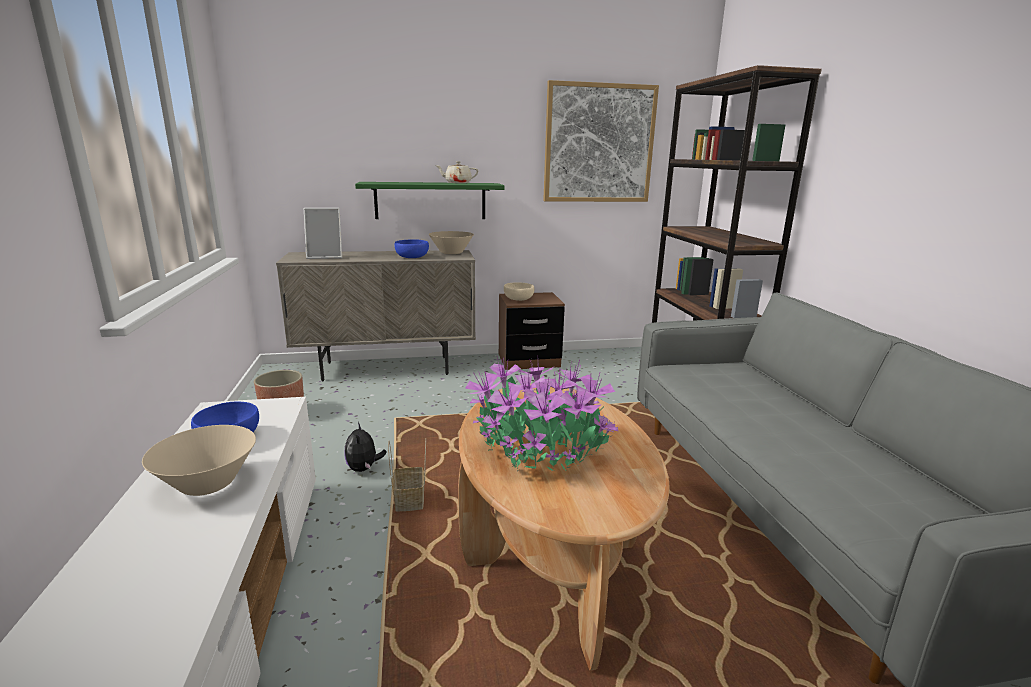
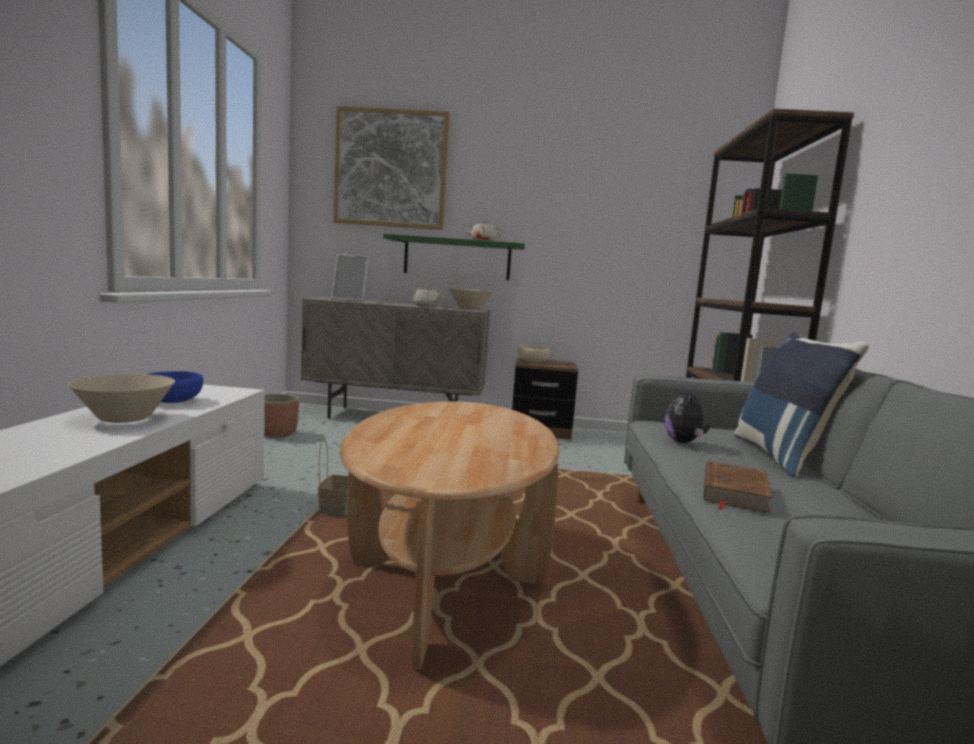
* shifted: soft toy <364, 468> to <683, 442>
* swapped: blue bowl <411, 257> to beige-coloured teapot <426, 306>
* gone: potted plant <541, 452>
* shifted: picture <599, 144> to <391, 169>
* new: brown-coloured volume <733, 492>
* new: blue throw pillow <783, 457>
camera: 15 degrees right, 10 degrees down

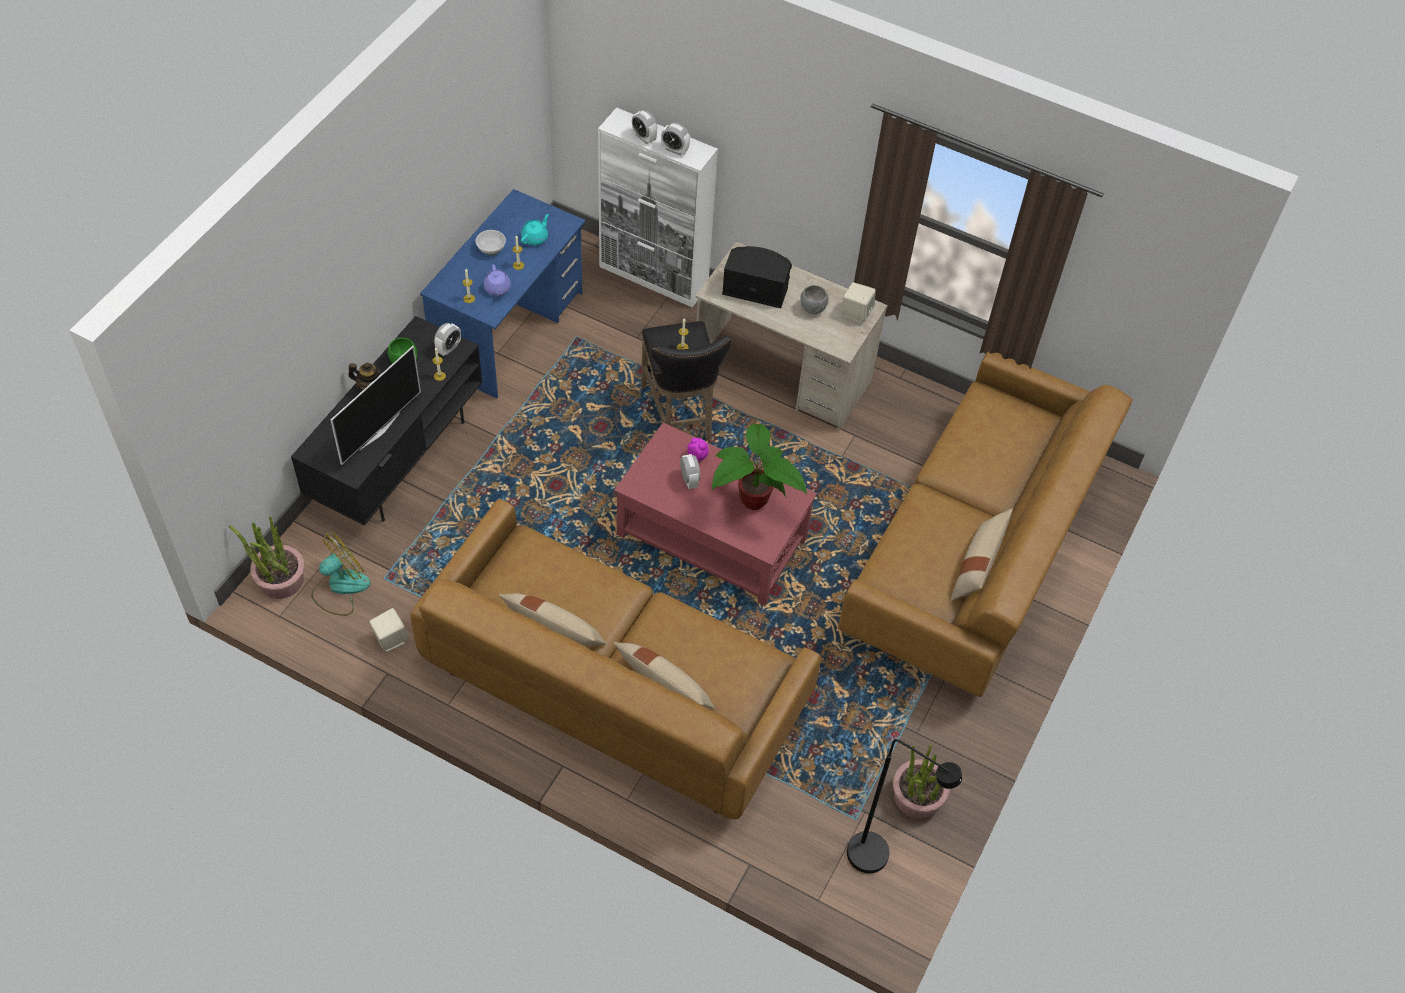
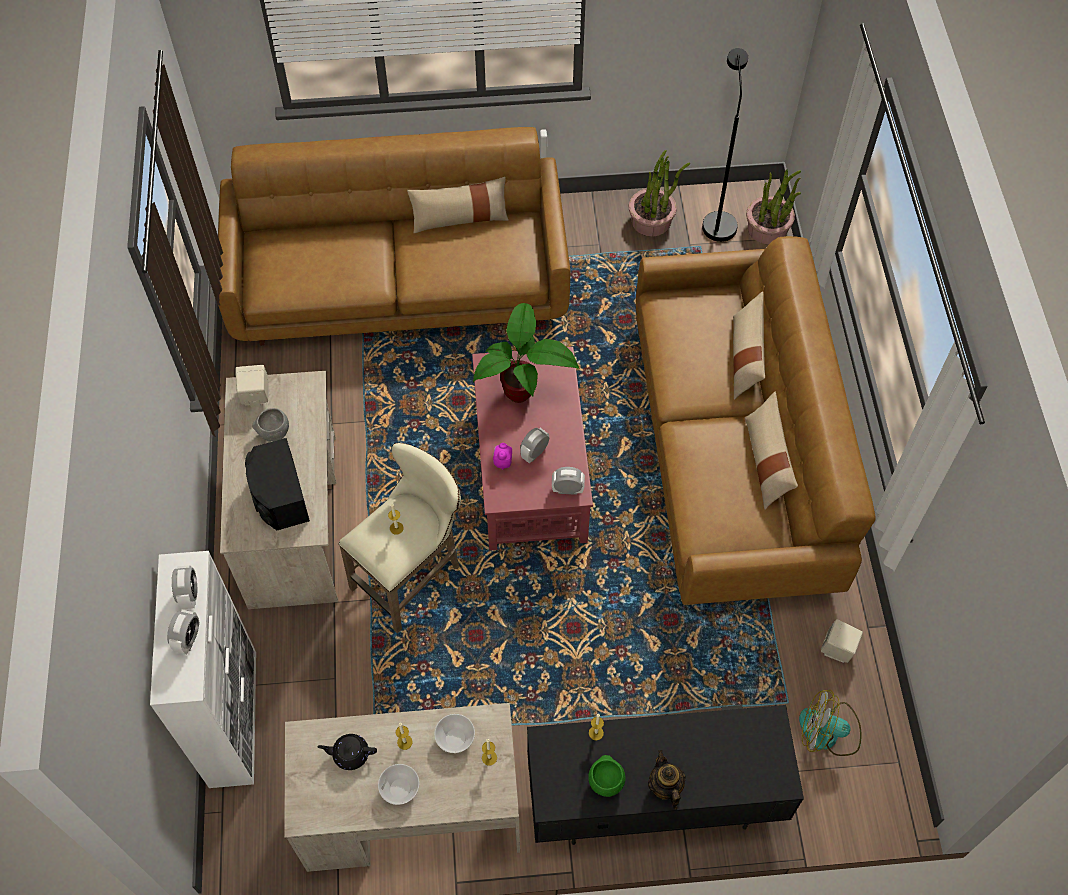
* shifted: potted plant <280, 580> to <767, 229>
* gone: television <378, 431>
* repainted: blue desk <509, 330> to beige-coloured desk <411, 812>
* shifted: table clock <448, 348> to <567, 490>
* swapped: purplish teapot <497, 289> to bowl <454, 738>
* repainted: turquoise-coloured teapot <535, 238> to blackish teapot <350, 754>
* repainted: blackish stool seat <679, 416> to beige-coloured stool seat <412, 576>
camera: 120 degrees left, 5 degrees up

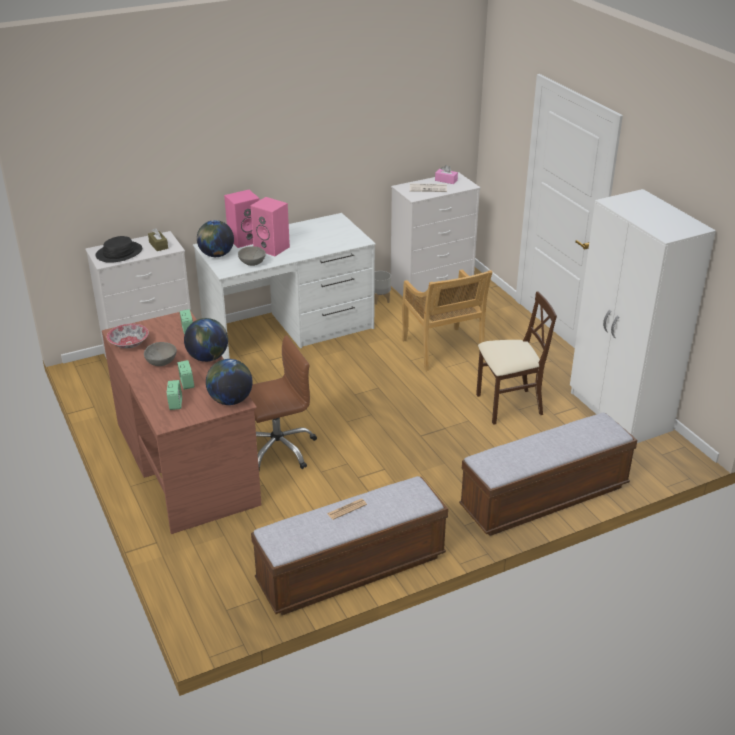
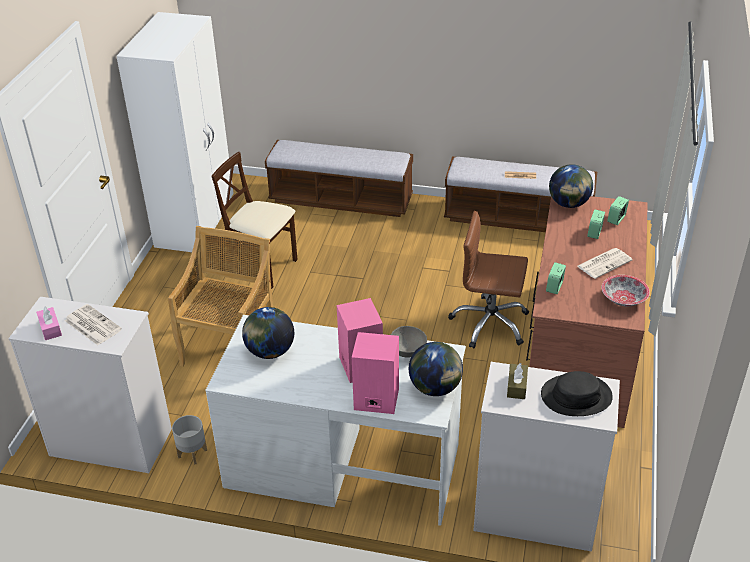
* swapped: gray bowl <161, 363> to newspaper <604, 263>
* shifted: globe <208, 357> to <270, 351>
camera: 140 degrees left, 5 degrees up

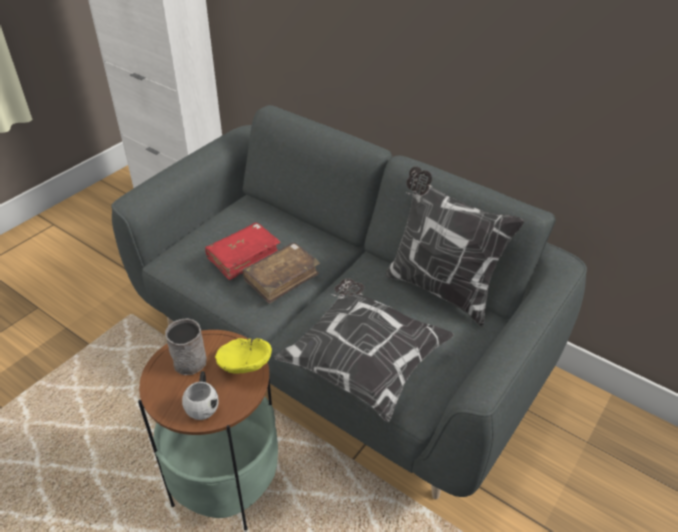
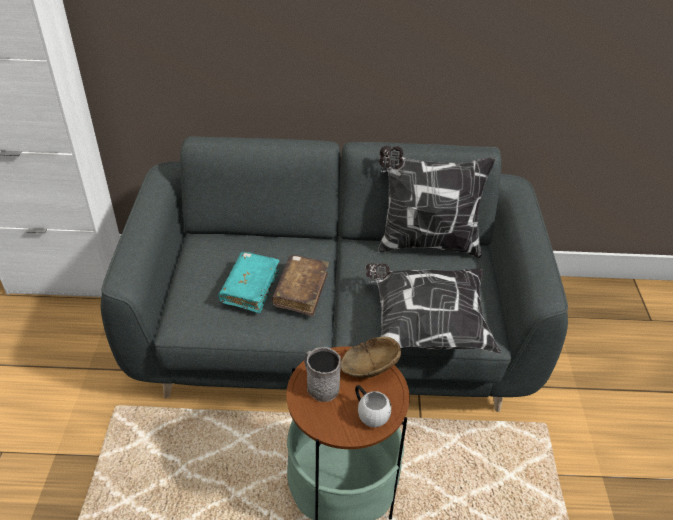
* repainted: reddish volume <243, 256> to turquoise-coloured volume <250, 288>
* repainted: yellow bowl <243, 364> to brown-coloured bowl <368, 367>
camera: 35 degrees left, 0 degrees up

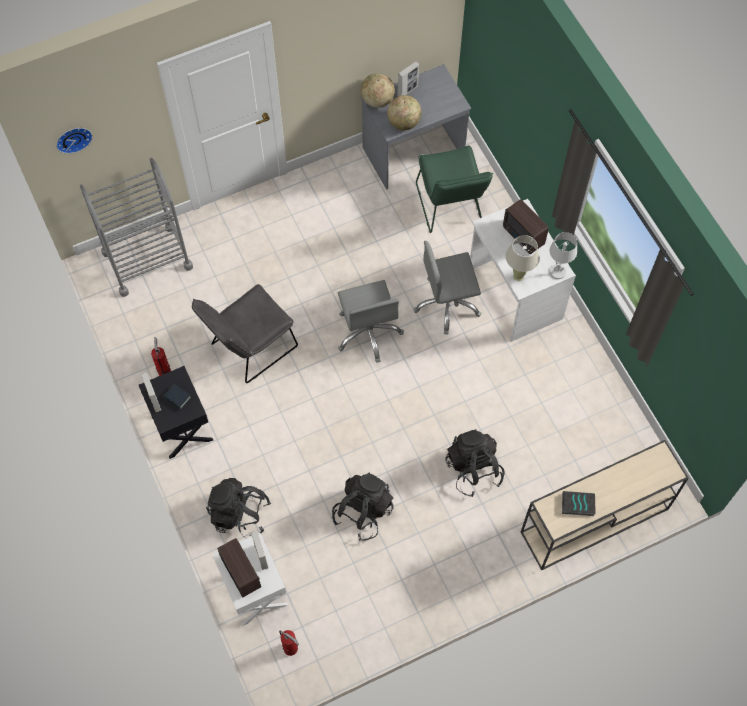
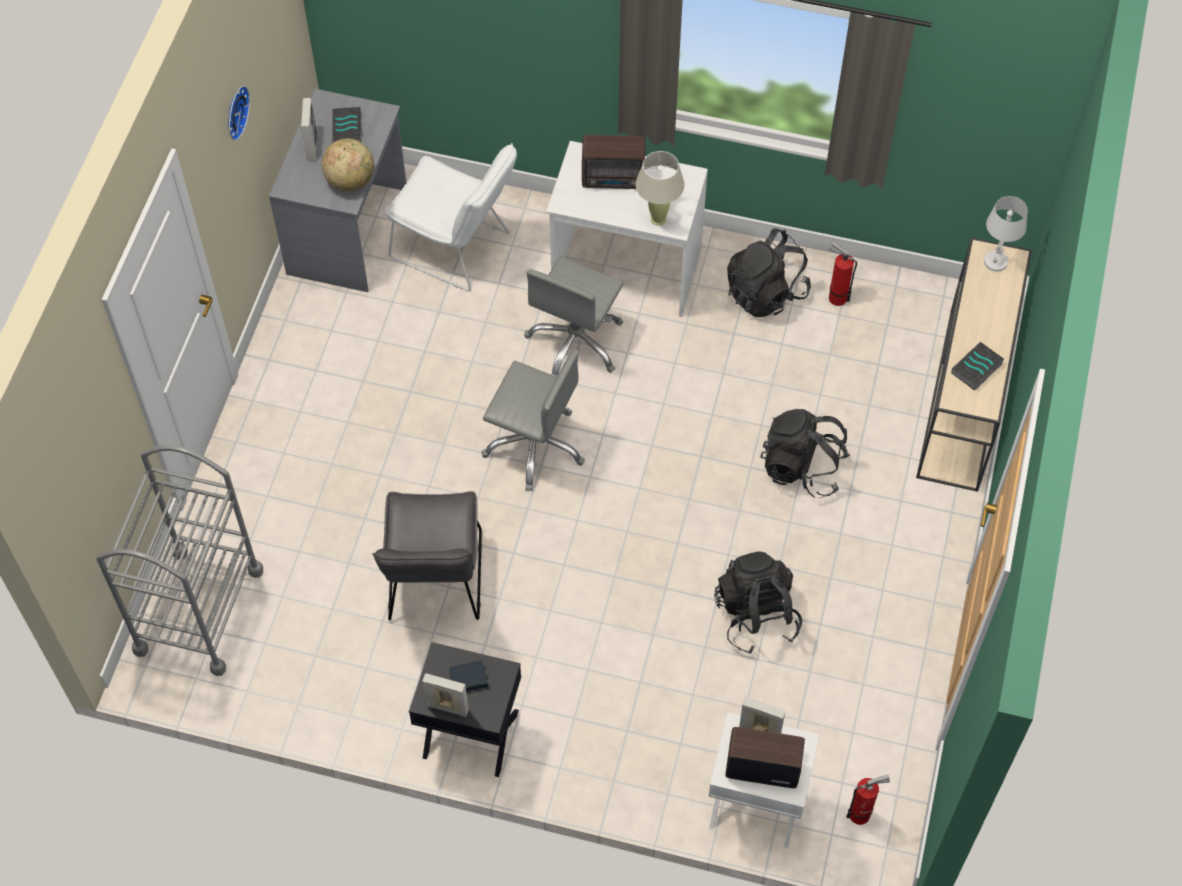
* shifted: hanging clock <73, 138> to <234, 112>
* shifted: extinguisher <164, 370> to <835, 297>
* shifted: blackish knapsack <239, 514> to <766, 293>
* gone: globe <377, 100>
* repainted: green chair <450, 208> to whitish chair <457, 249>
* shifted: whitish tabletop lamp <557, 272> to <995, 261>
* new: volume <348, 129>
camera: 50 degrees left, 5 degrees down

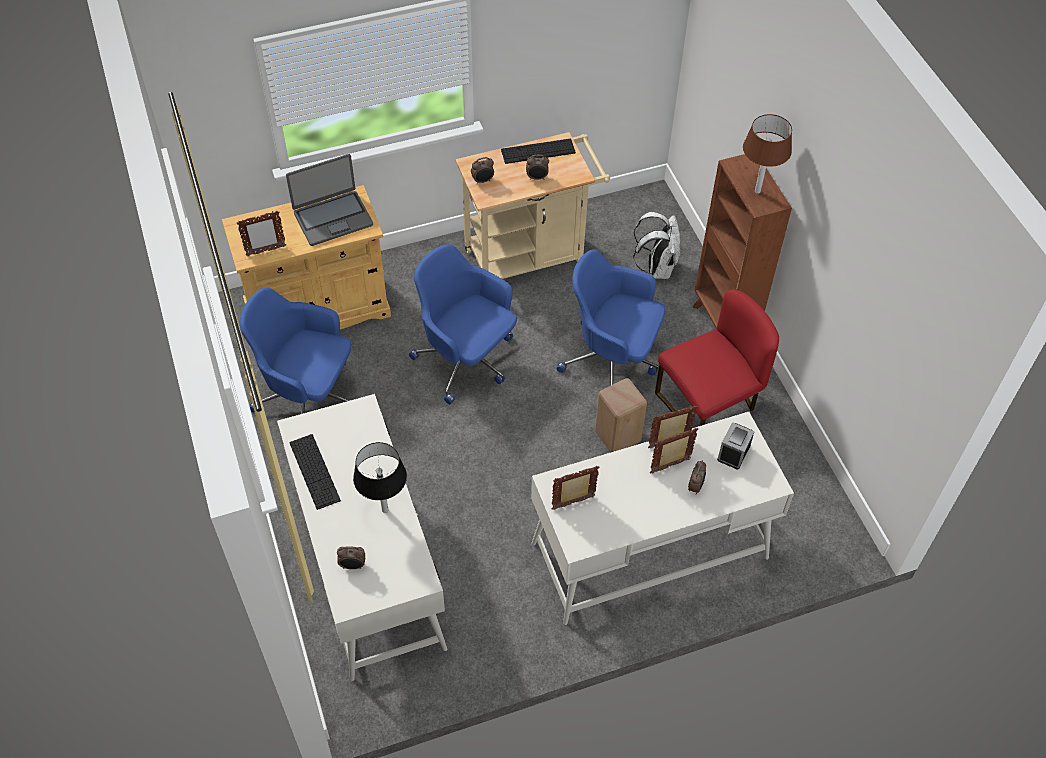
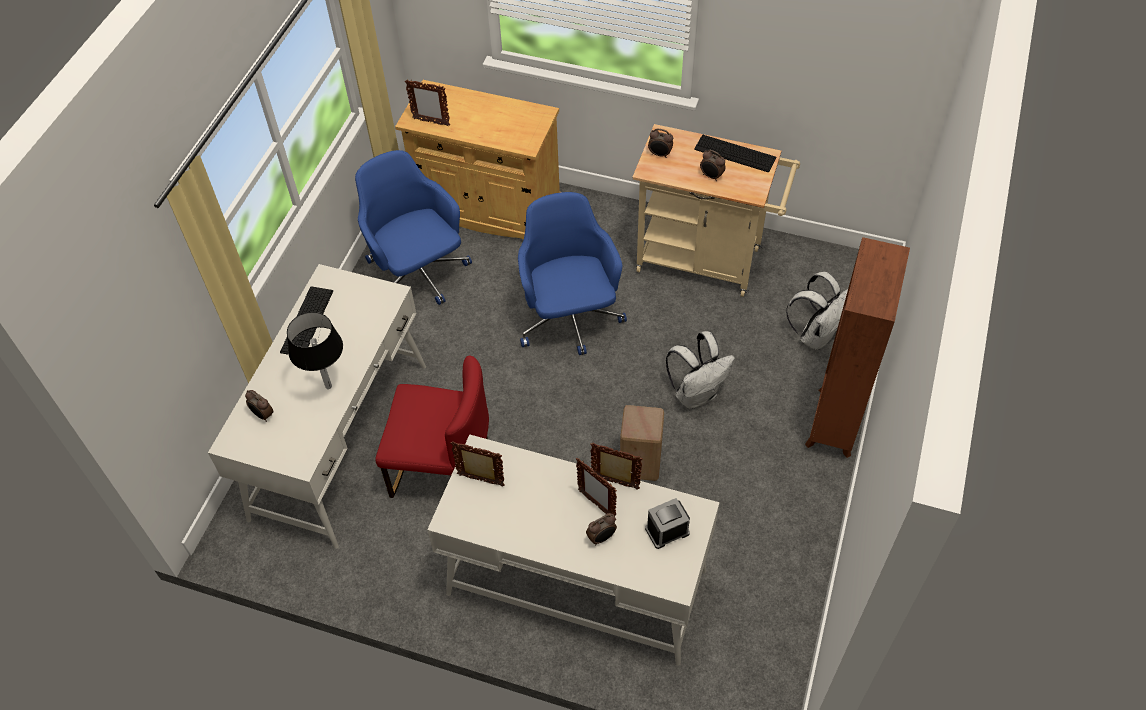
* gone: laptop <333, 218>
* swapped: blue office chair <612, 361> to whitish knapsack <697, 394>
* rotated: photo frame <670, 466> = <596, 505> 150 degrees counterclockwise
* shifted: reddish chair <708, 406> to <442, 466>
* gone: brown-coloured tabletop lamp <757, 191>
camera: 40 degrees right, 0 degrees up

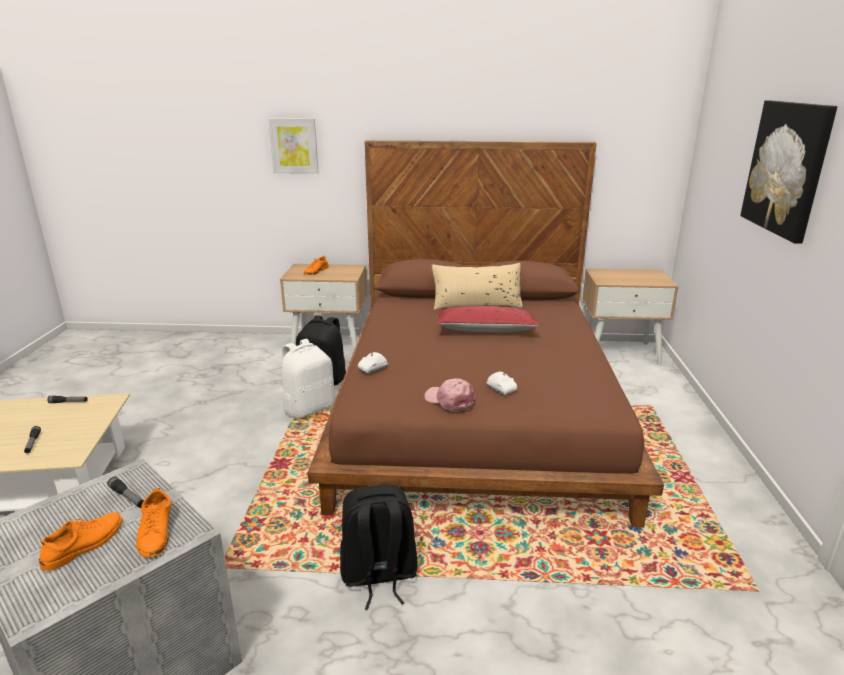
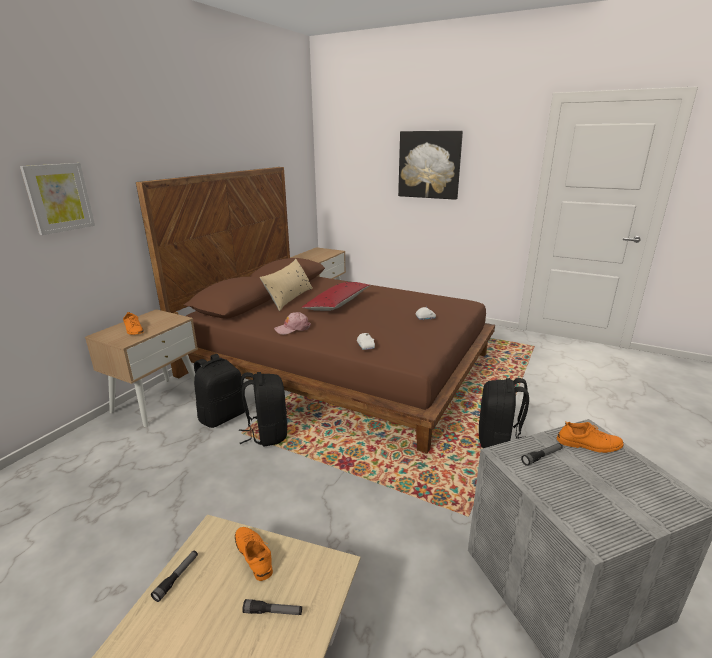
* shifted: orange item of footwear <84, 545> to <254, 555>
* repainted: whitish knapsack <309, 408> to blackish knapsack <267, 433>
* shifted: pink-coloured baseball cap <450, 400> to <292, 328>
camera: 65 degrees left, 0 degrees up

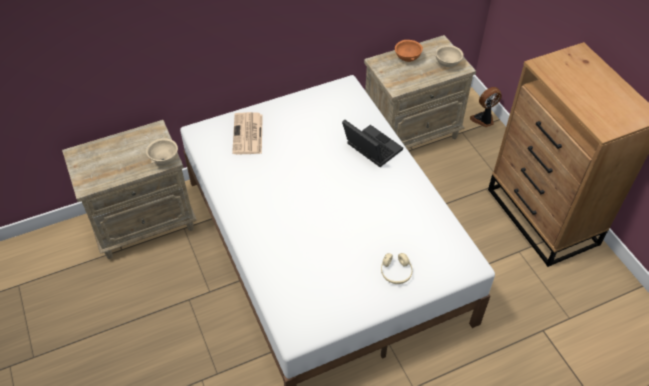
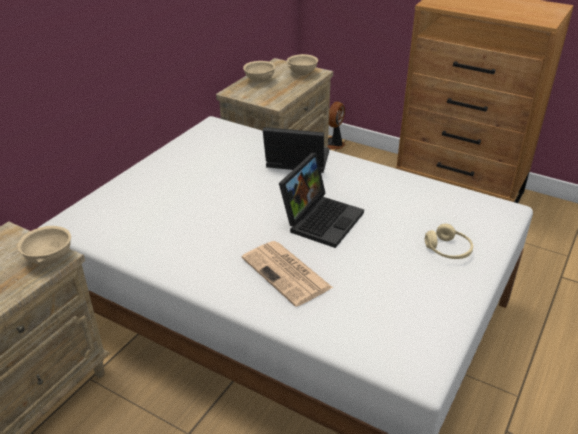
* shifted: newspaper <248, 134> to <287, 273>
* repainted: orange bowl <407, 58> to beige-coloured bowl <259, 81>
* new: laptop <321, 219>
camera: 35 degrees left, 15 degrees down

